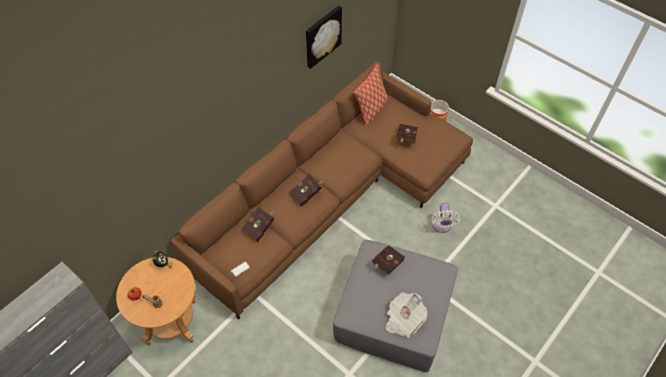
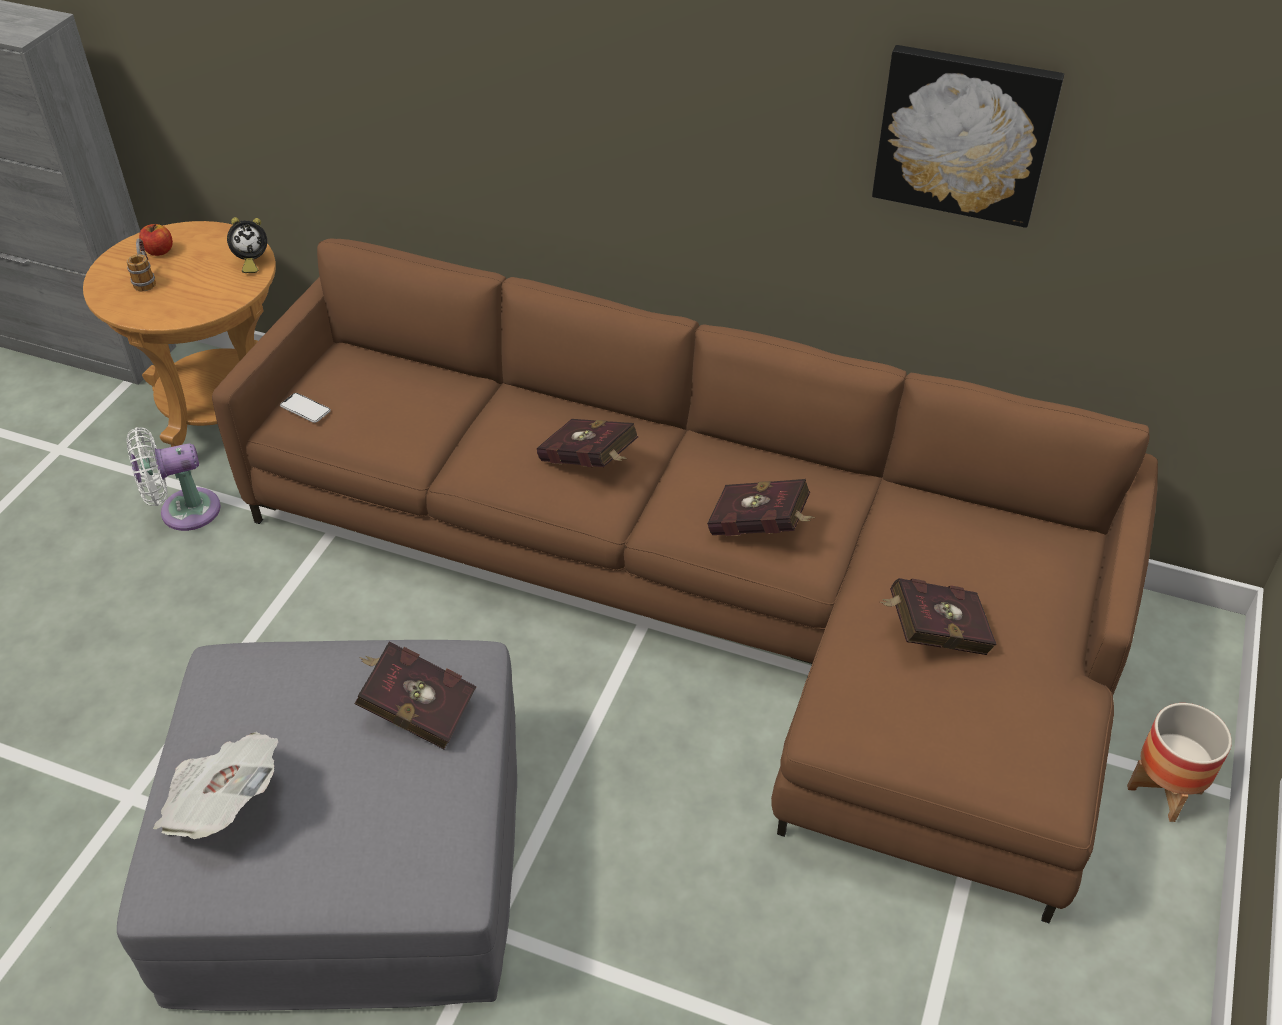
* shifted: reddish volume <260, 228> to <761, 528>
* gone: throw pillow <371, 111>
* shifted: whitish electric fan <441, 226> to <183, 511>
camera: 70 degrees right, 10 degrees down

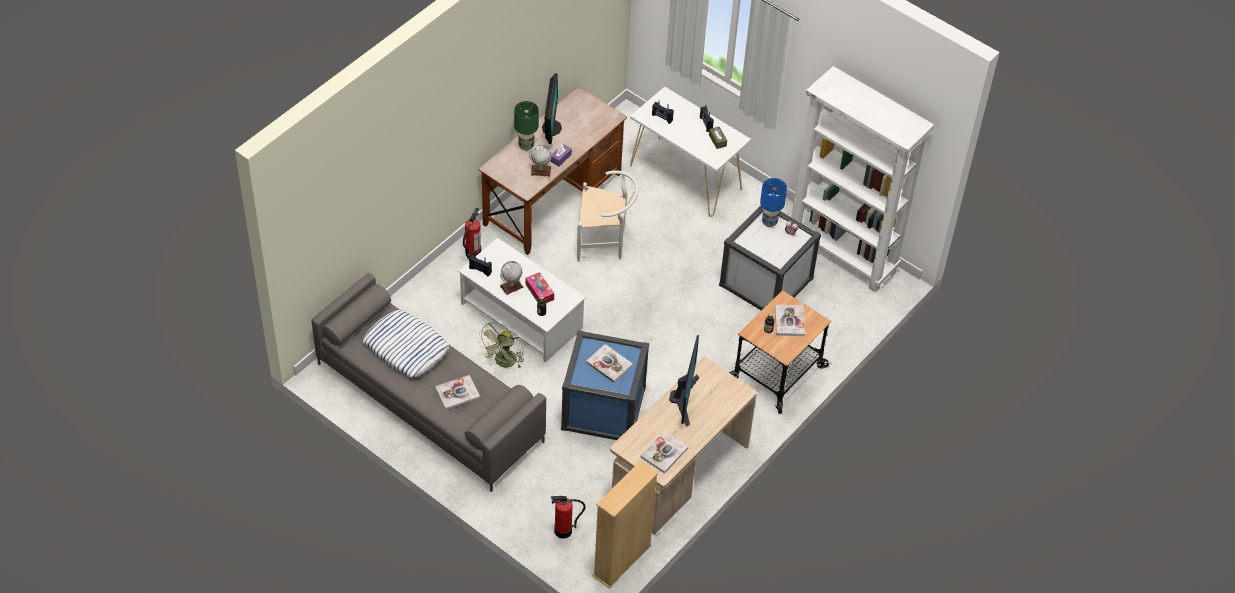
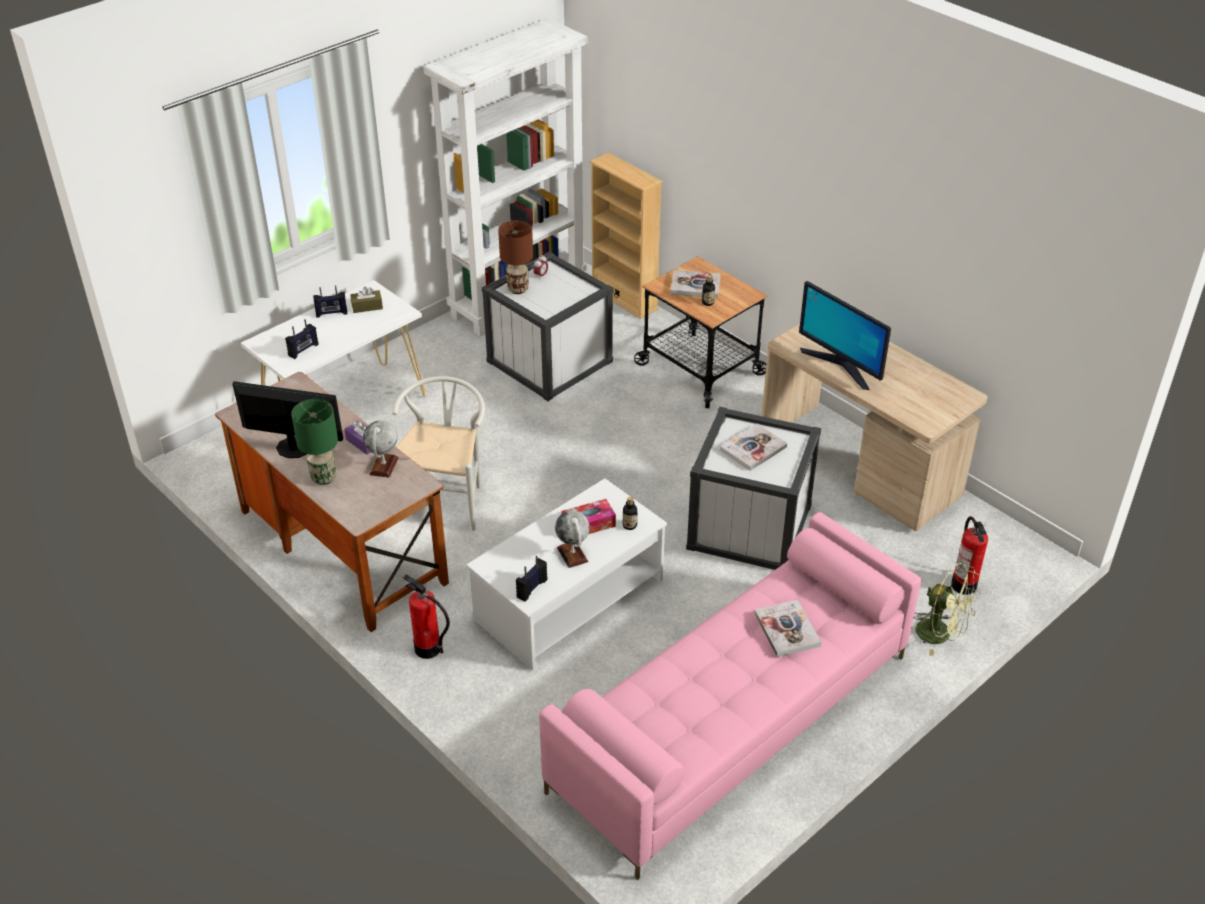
* repainted: gray sofa <428, 402> to pink-coloured sofa <731, 724>
* gone: throw pillow <405, 348>
* shifted: green electric fan <504, 363> to <941, 635>
* repainted: blue storage box <603, 408> to whitish storage box <750, 527>
* shifted: beige-coloured bookshelf <622, 561> to <624, 298>
* gone: volume <664, 453>
* rotated: computer display <684, 399> = <841, 365> 150 degrees counterclockwise
* repainted: blue tabletop lamp <769, 222> to brown-coloured tabletop lamp <518, 289>
camera: 80 degrees left, 10 degrees down

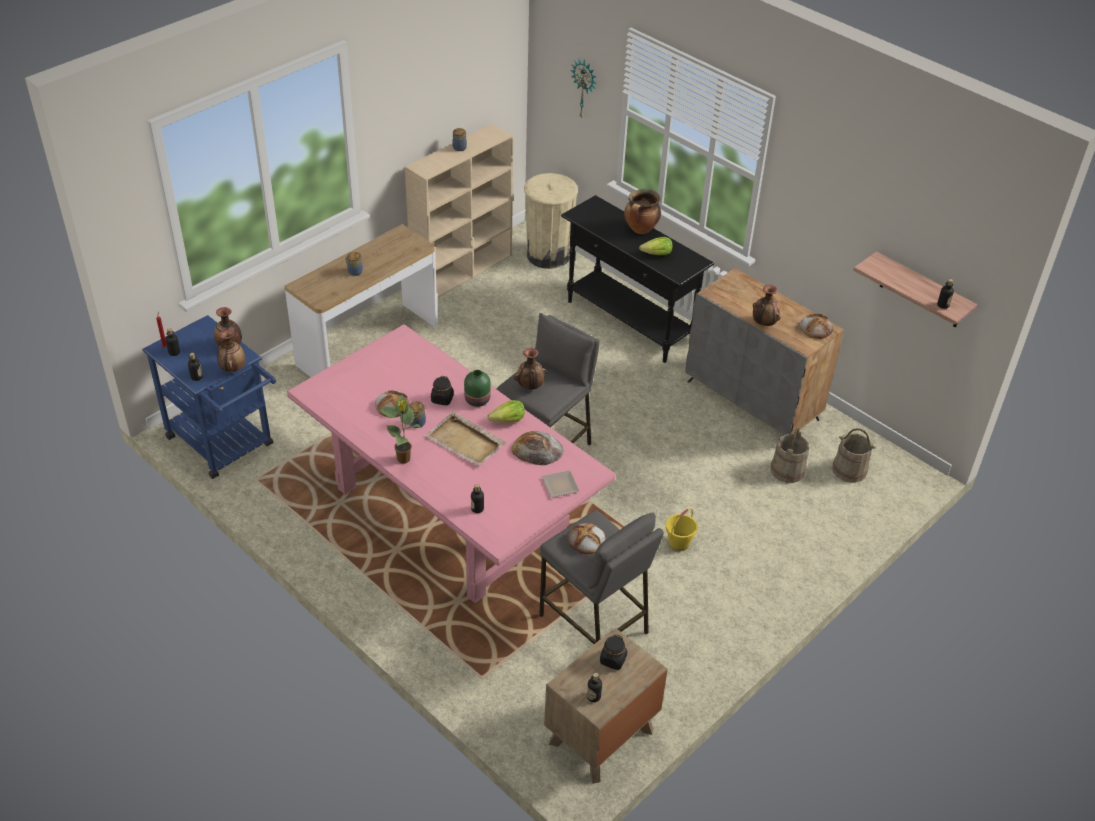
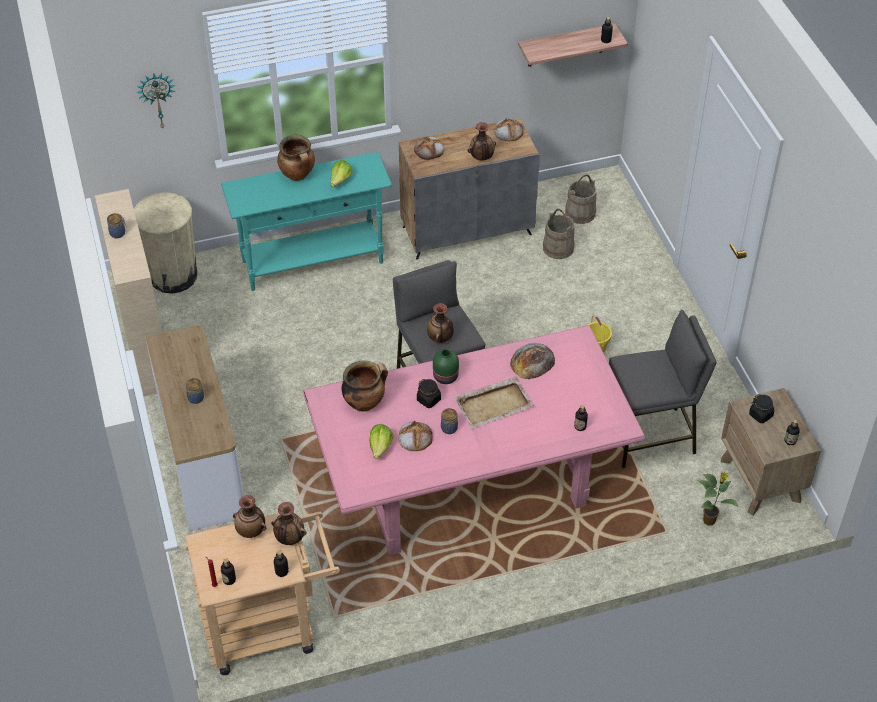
* repainted: blue trolley <225, 445> to beige-coloured trolley <269, 627>
* shifted: potted plant <404, 459> to <710, 520>
* shifted: lettuce <508, 421> to <380, 447>
* gone: dinner plate <558, 485>
* repainted: blackish console table <629, 322> to turquoise-coloured console table <313, 262>
* shifted: bread <586, 541> to <429, 150>
* new: cooking pot <364, 402>
camera: 60 degrees left, 5 degrees up

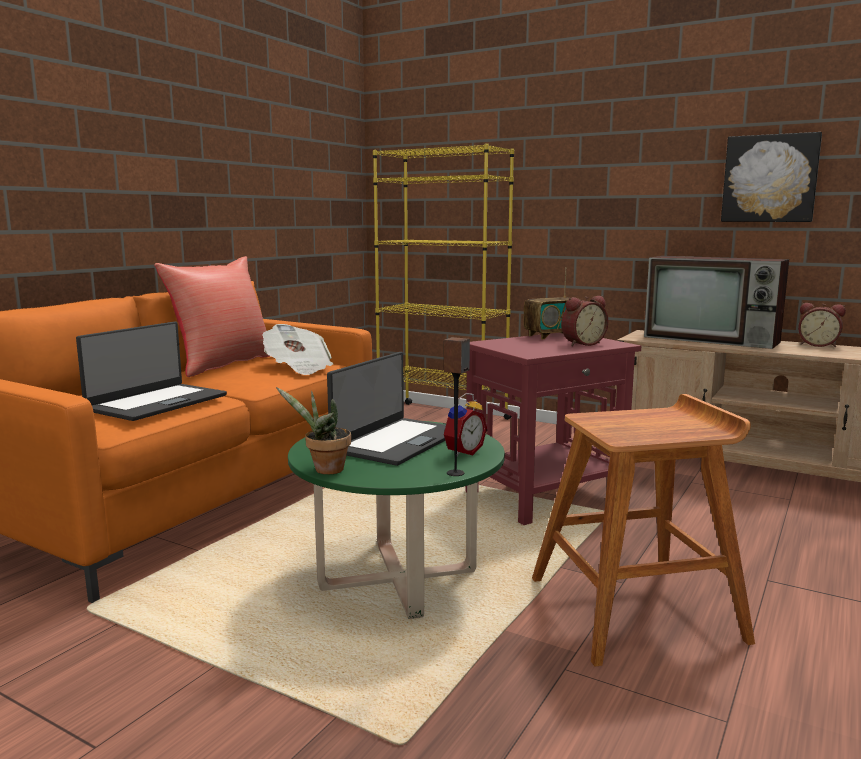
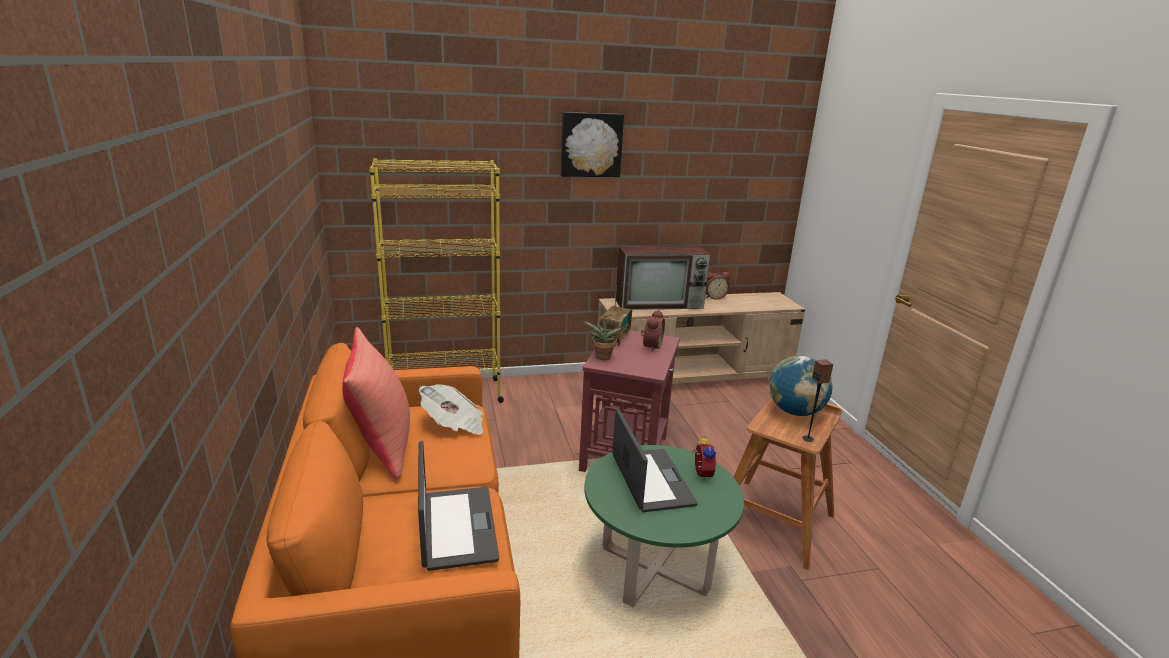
* shifted: potted plant <324, 470> to <602, 358>
* shifted: speaker <455, 473> to <808, 438>
* shifted: picture <770, 178> to <591, 145>
* new: globe <795, 412>
camera: 45 degrees left, 10 degrees up

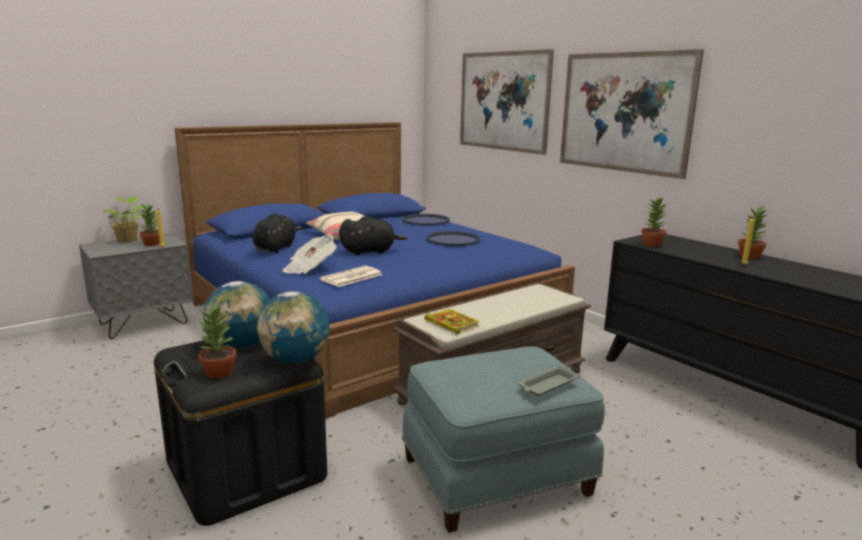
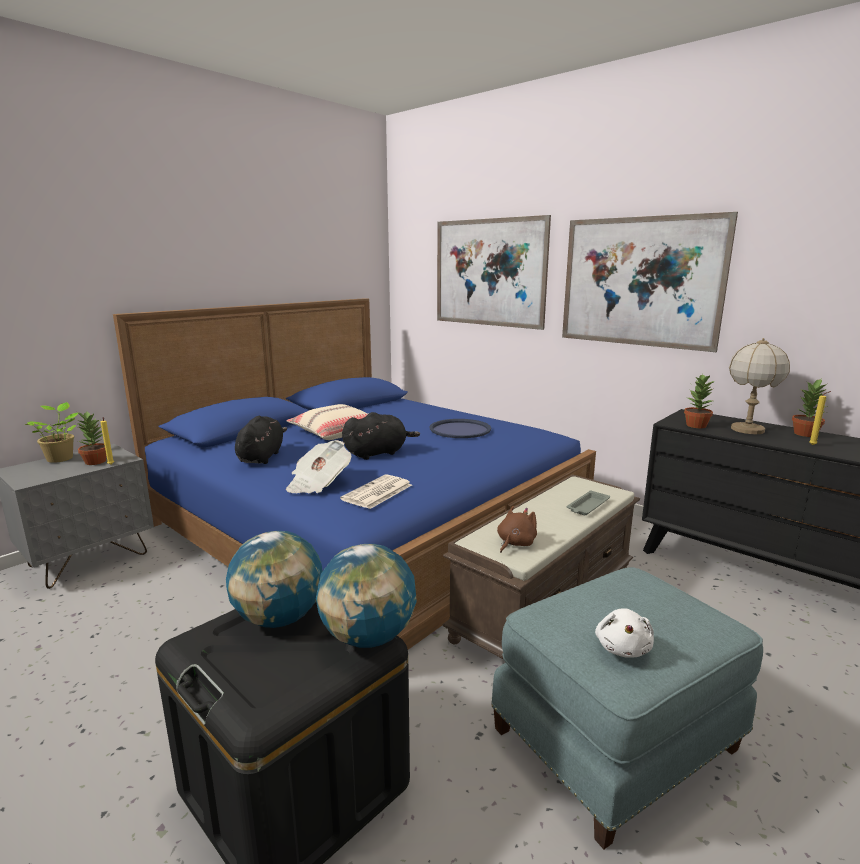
* gone: potted plant <218, 373>
* gone: blue serving tray <425, 220>
* swapped: volume <451, 323> to brown-coloured soft toy <515, 543>
* shifted: gray serving tray <548, 385> to <587, 506>
* new: whitish soft toy <623, 647>
* new: tabletop lamp <747, 430>
camera: 10 degrees left, 0 degrees up

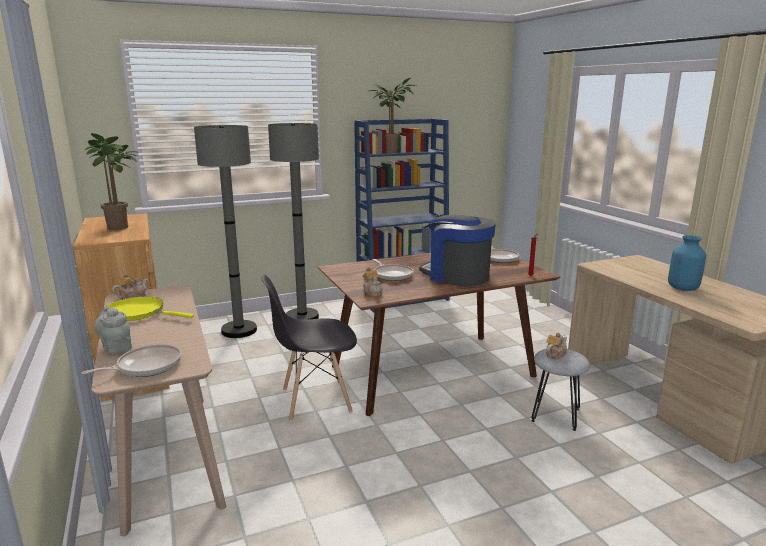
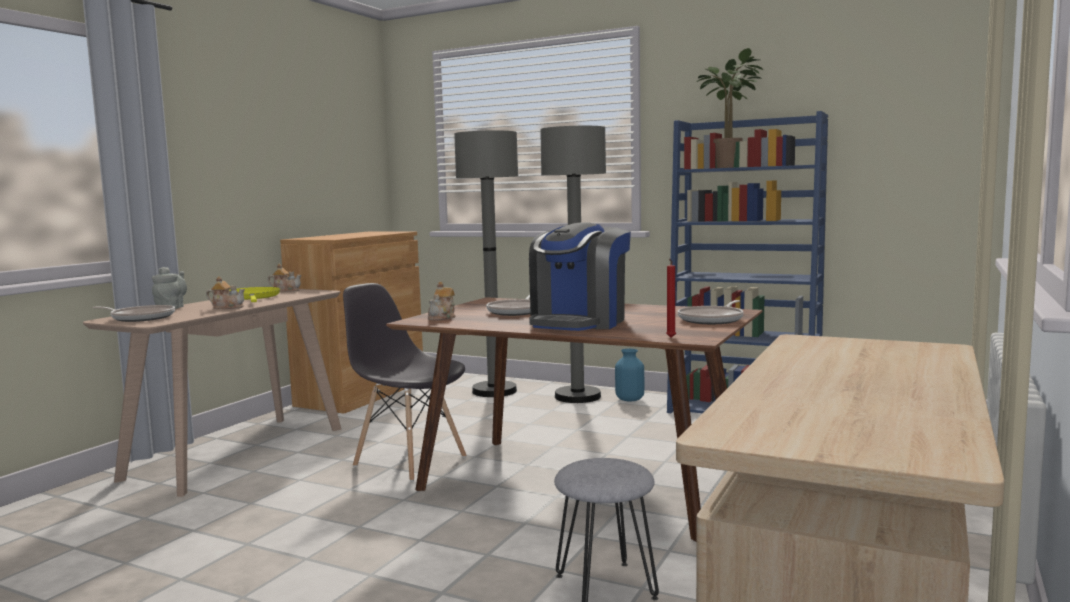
* gone: potted plant <120, 228>
* rotated: coffee machine <456, 276> = <579, 322> 150 degrees counterclockwise
* shifted: teapot <555, 354> to <227, 307>
* shifted: blue vase <682, 288> to <629, 399>
camera: 50 degrees right, 10 degrees down

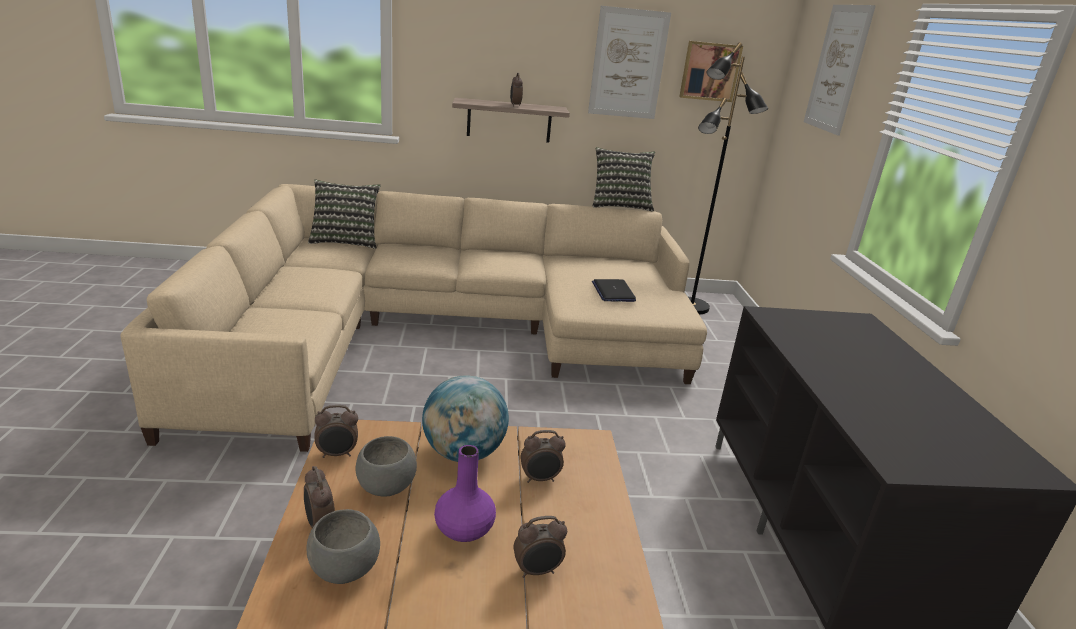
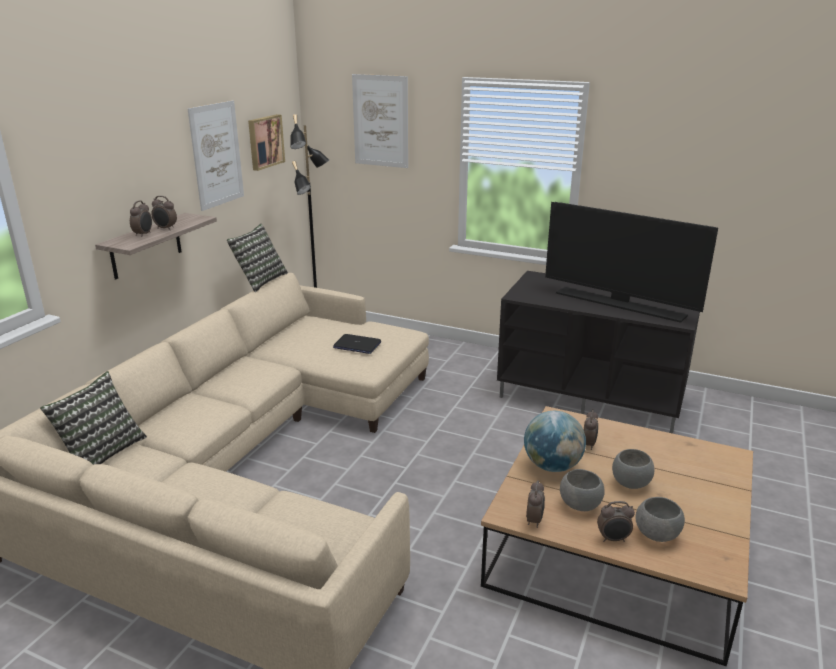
* swapped: purplish vase <464, 529> to gray bowl <630, 483>
* shifted: table clock <537, 571> to <143, 234>
* new: television <620, 304>
camera: 60 degrees left, 0 degrees up

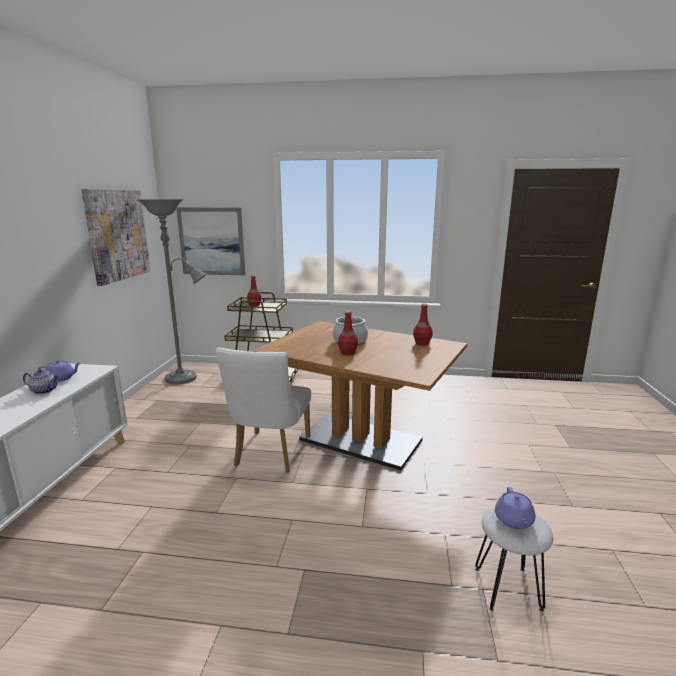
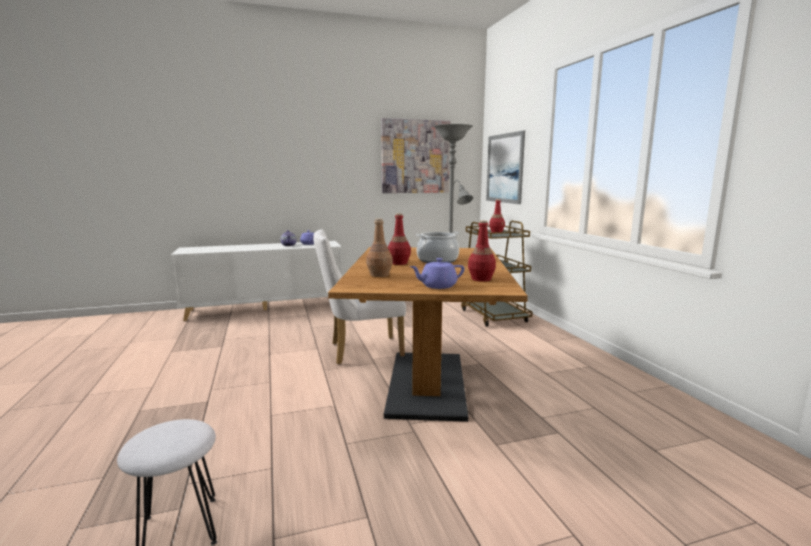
* shifted: purplish teapot <514, 521> to <437, 286>
* new: brown-coloured beverage bottle <379, 275>
camera: 65 degrees right, 5 degrees down

